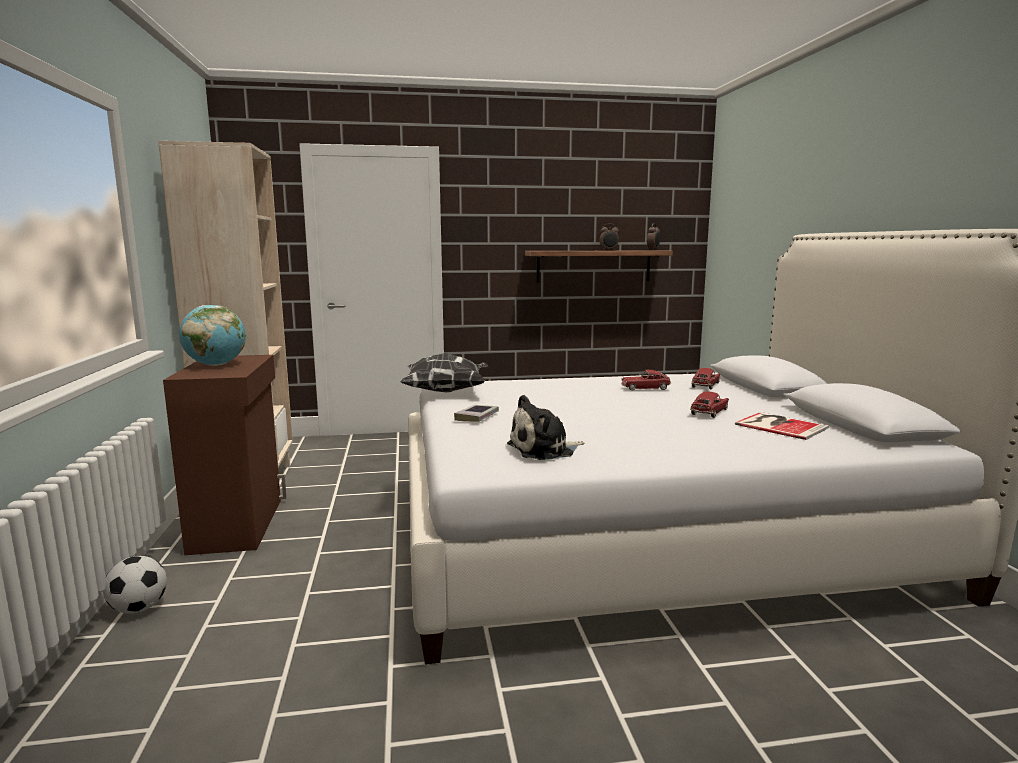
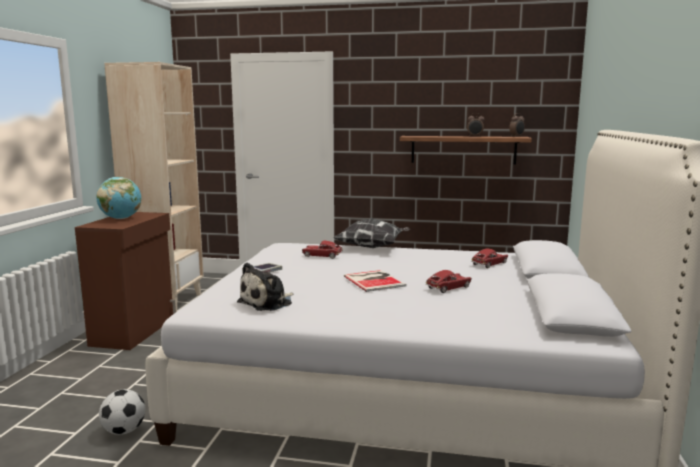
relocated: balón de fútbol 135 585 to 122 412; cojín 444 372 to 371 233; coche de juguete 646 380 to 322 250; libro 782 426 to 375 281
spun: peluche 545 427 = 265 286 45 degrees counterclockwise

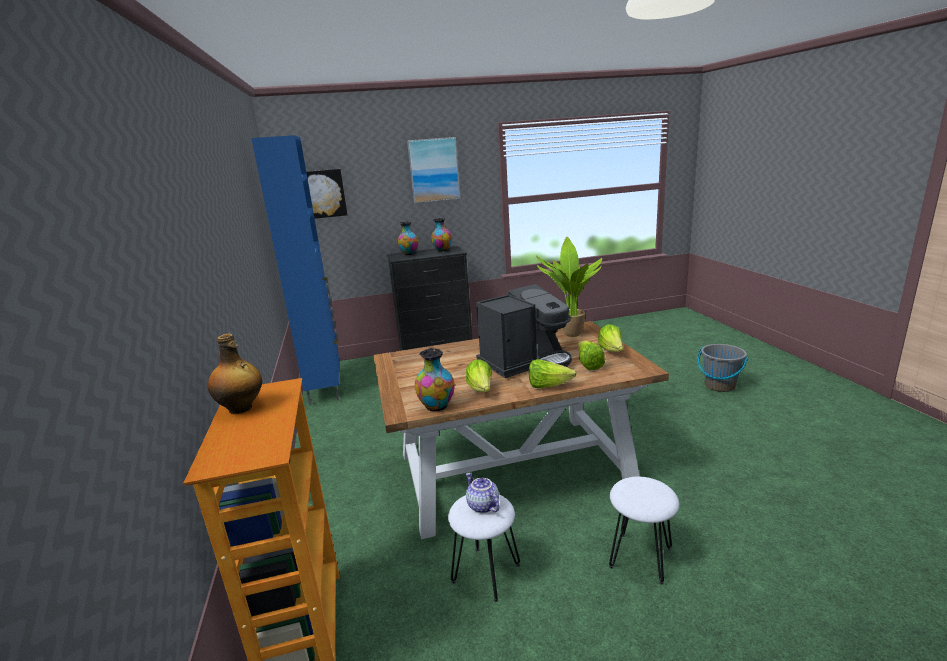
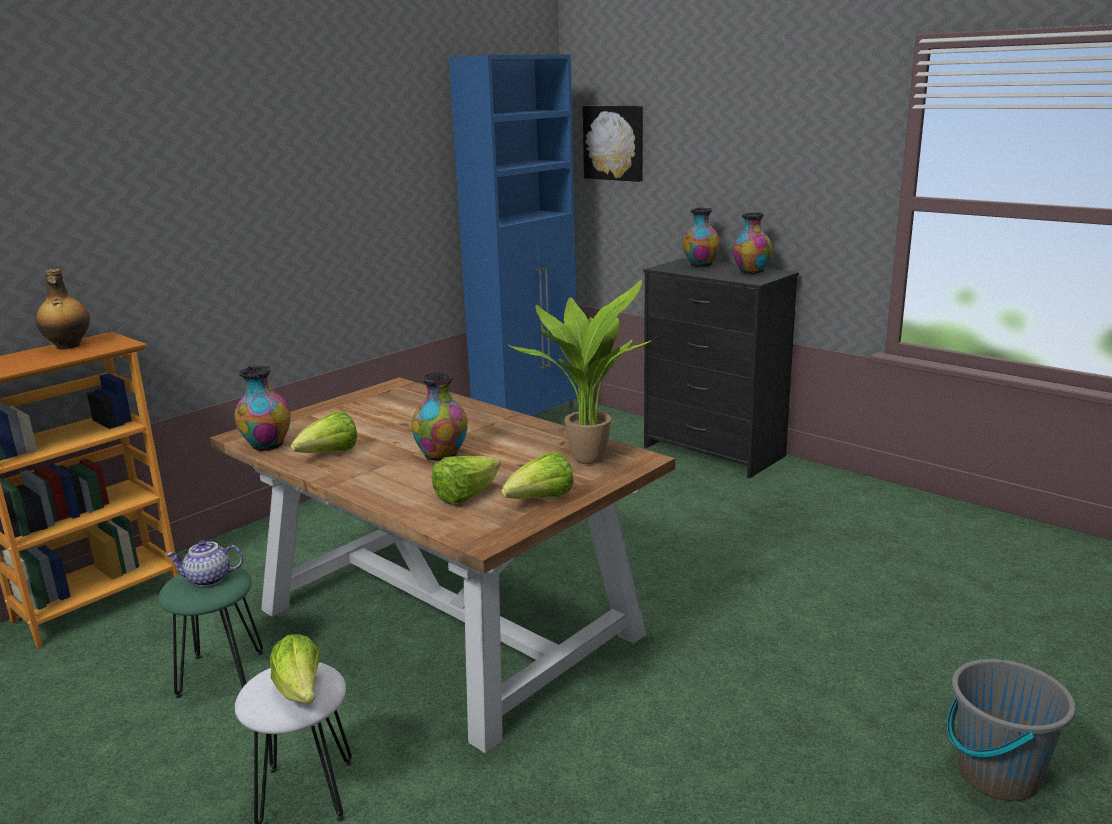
missing: cuadro 434 170
relocated: lechuga 553 374 to 295 668
exchanged: cafetera 524 331 to florero 439 416
colour: taburete [blanco] 484 548 to taburete [verde] 211 631
spun: tetera 483 493 = 204 563 120 degrees counterclockwise

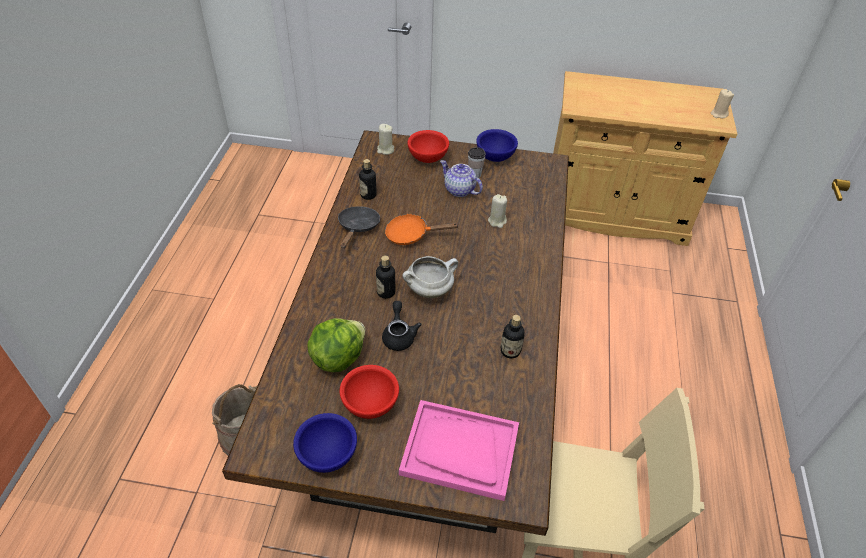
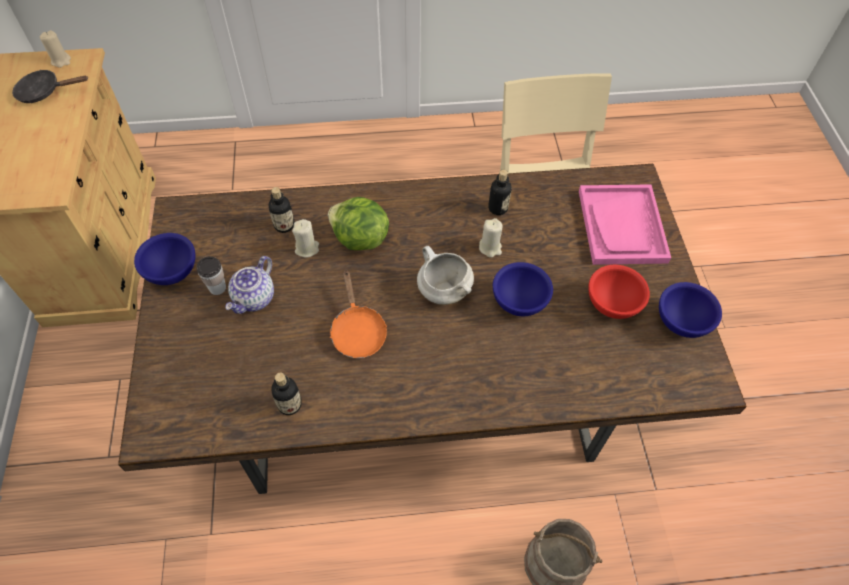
missing: cuenco [rojo] 428 146
relocated: lechuga 336 345 to 358 223; sartén [negro] 359 227 to 50 86; botella 385 277 to 282 210; vela [beis] 385 139 to 491 238
exchanged: tetera [negro] 402 326 to cuenco [azul] 523 289

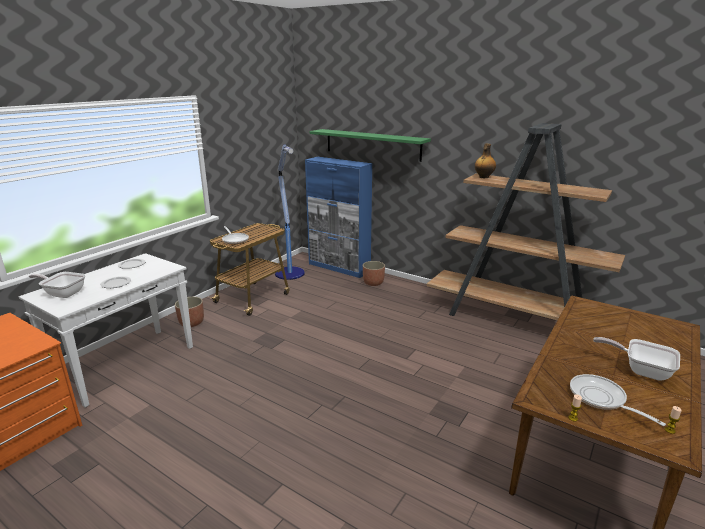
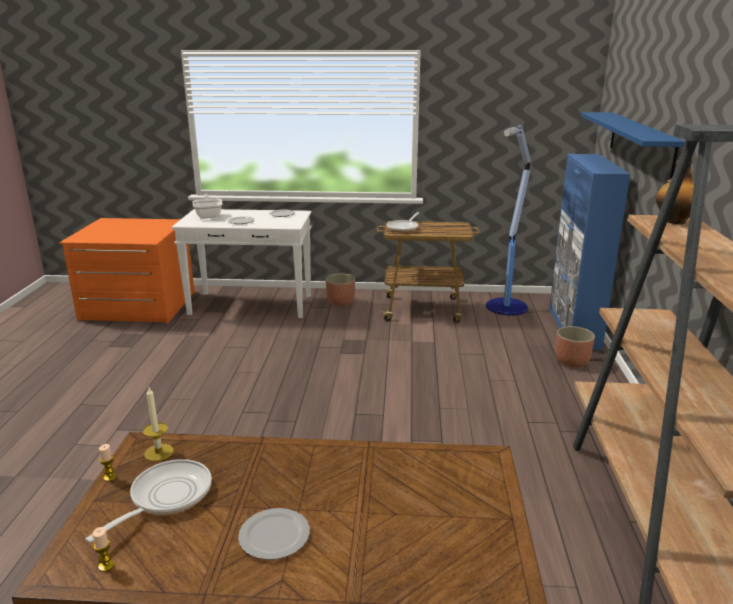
appeared: vela 158 425
exchanged: sartén 636 359 to plato 274 534
colour: estante [verde] 370 145 to estante [azul] 633 145

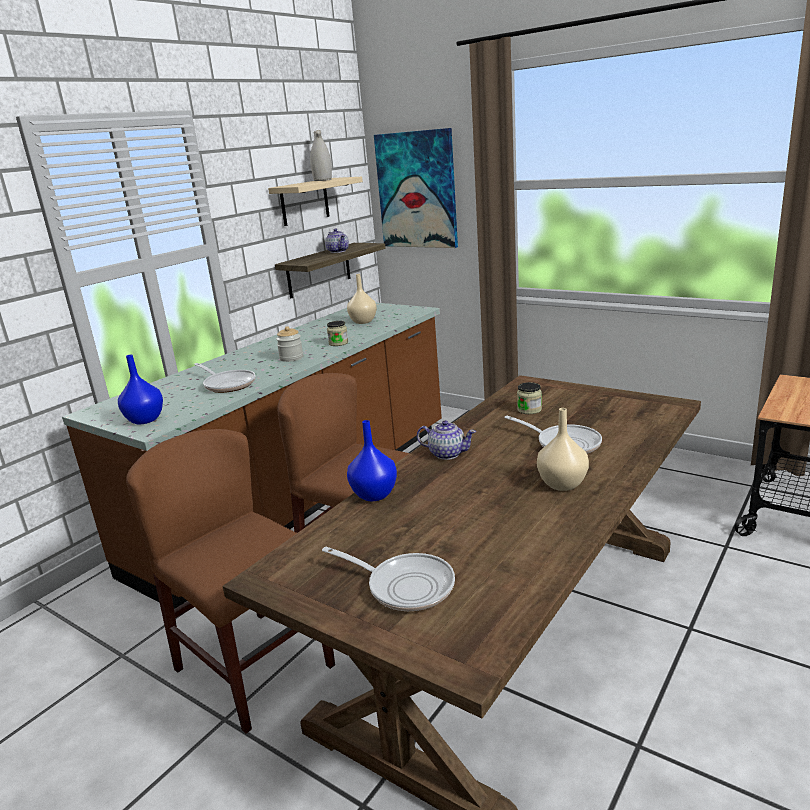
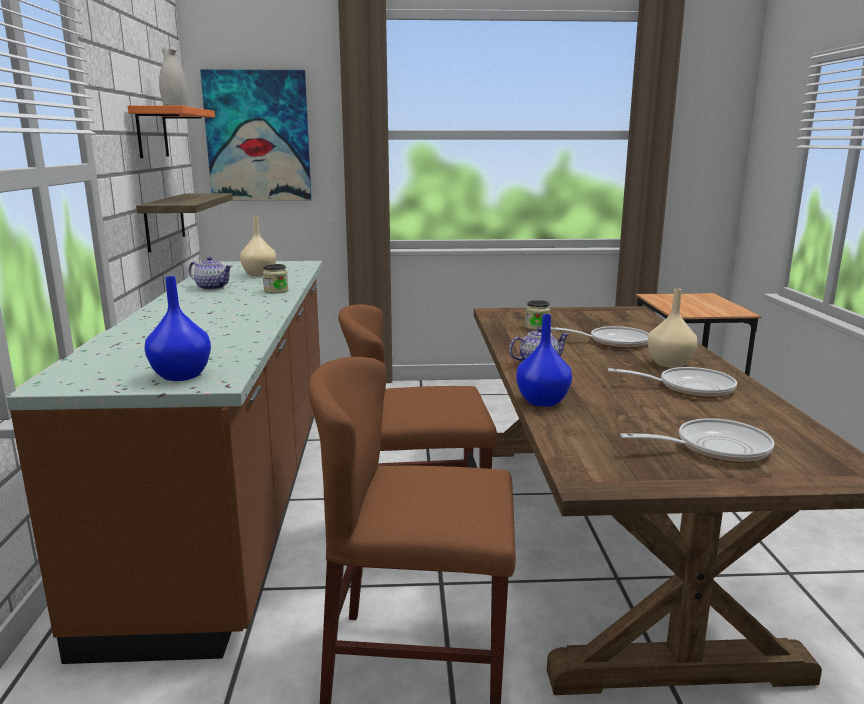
missing: tarro 289 344
relocated: sartén 225 378 to 672 382; tetera 337 240 to 210 273
colour: estante [beis] 315 201 to estante [naranja] 171 131

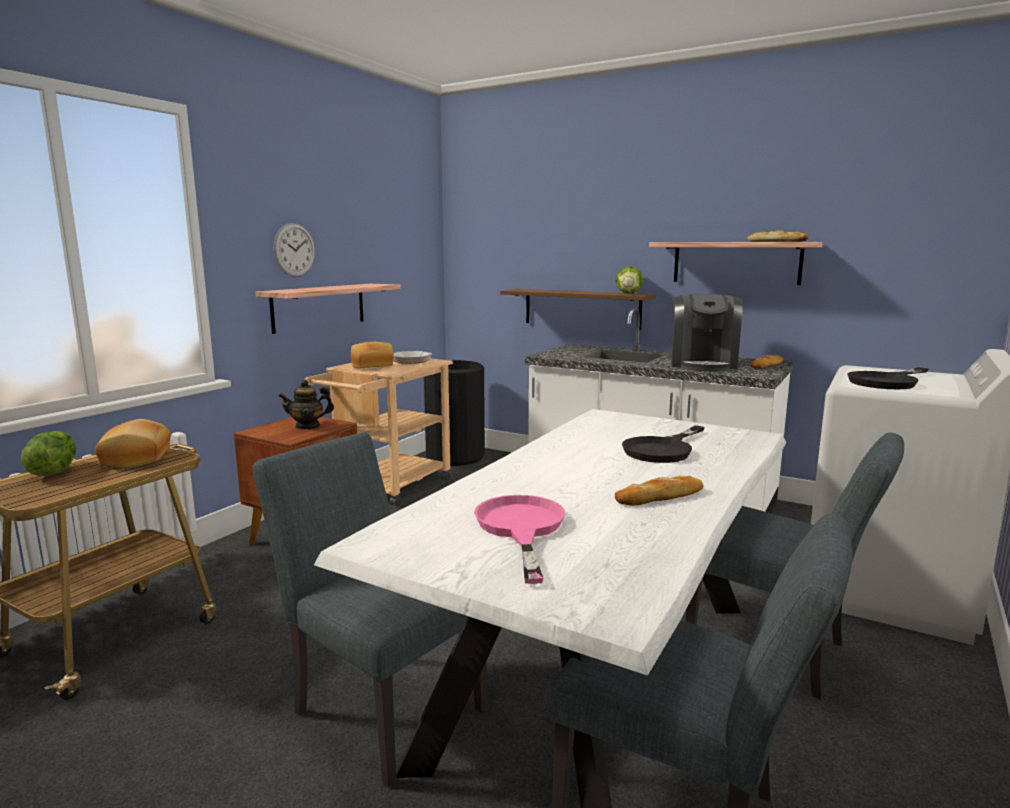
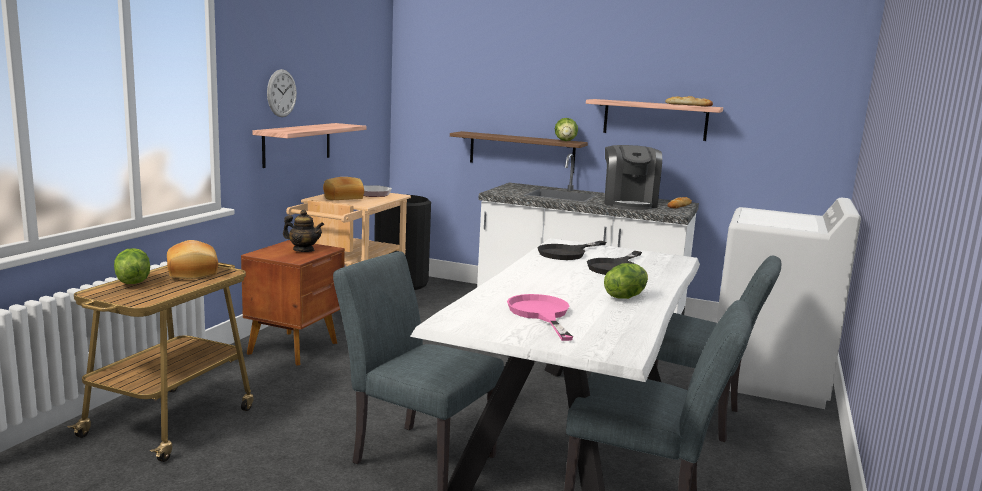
relocated: sartén [negro] 888 378 to 572 250
exchanged: pan 659 491 to lechuga 626 281
spun: tetera 306 405 = 303 231 135 degrees counterclockwise

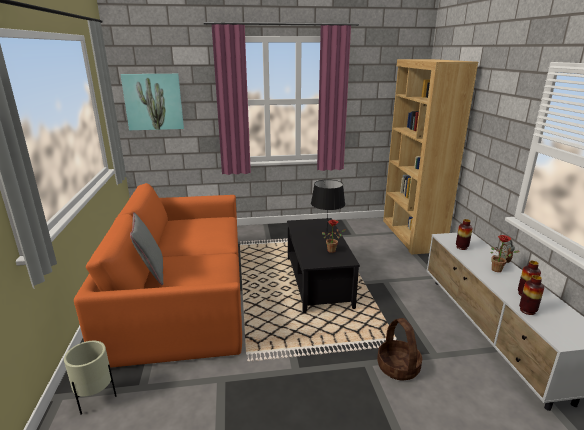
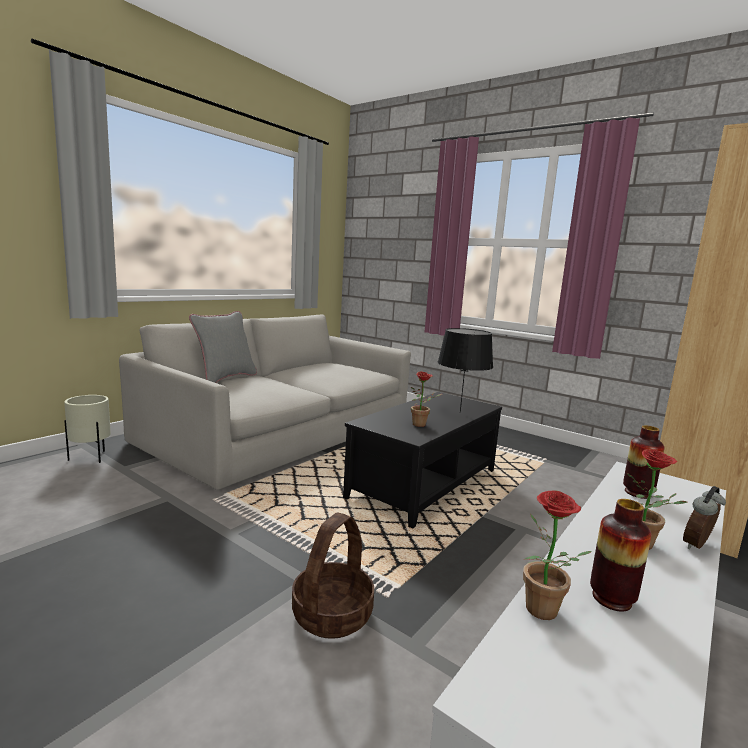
missing: cuadro 152 102
exchanged: florero 531 295 to planta en maceta 557 555
colour: sofá [naranja] 158 275 to sofá [gris] 265 402

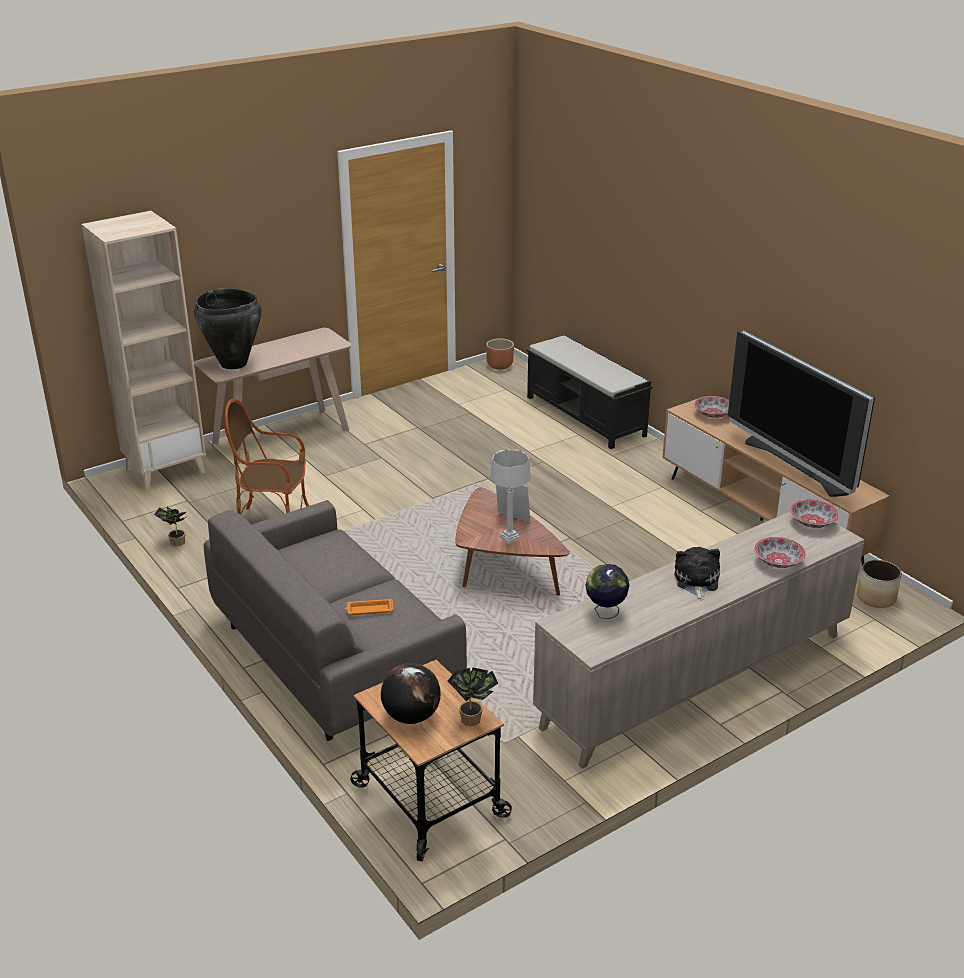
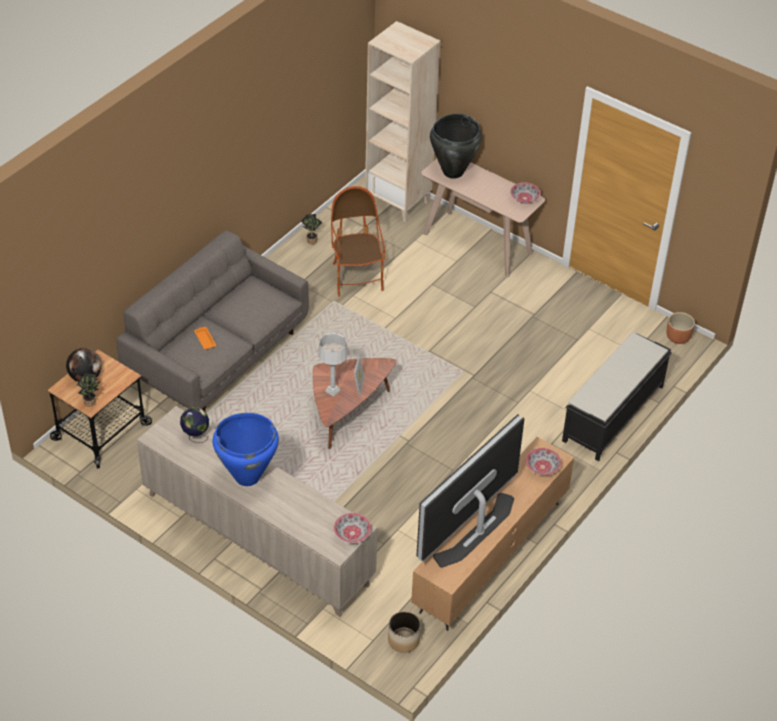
relocated: cuenco 780 552 to 525 193
exchanged: peluche 697 574 to florero [azul] 246 449

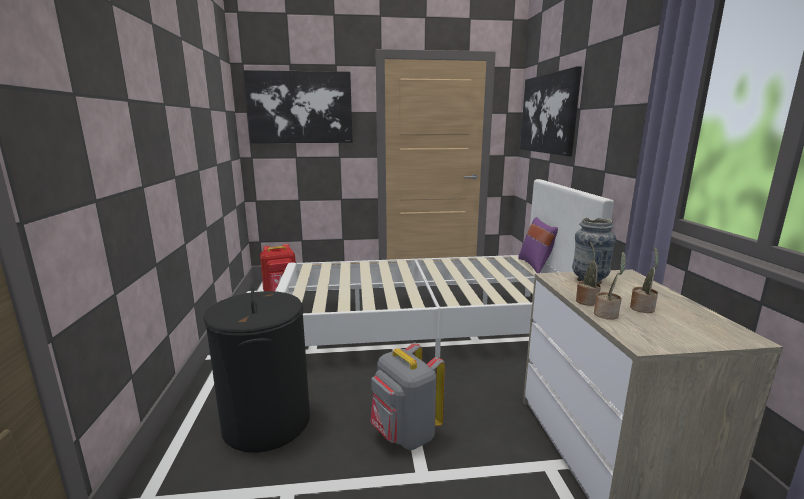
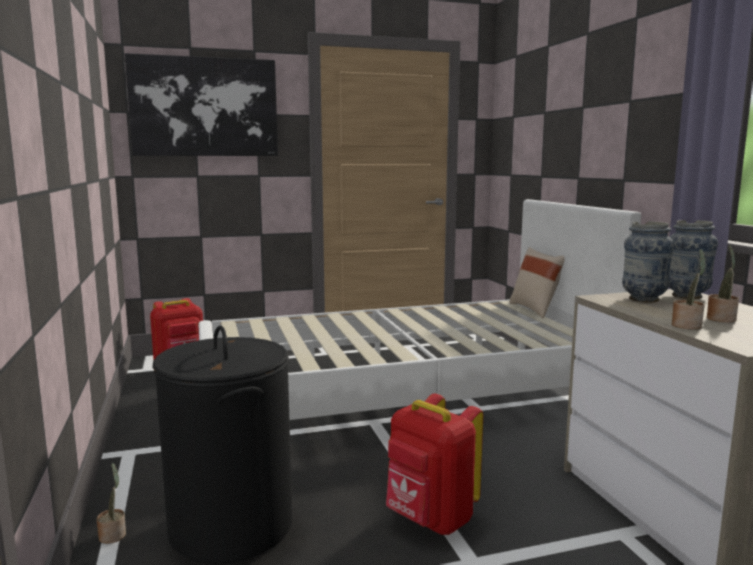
missing: cuadro 551 111
appeared: florero 693 259
relocated: planta en maceta 588 274 to 111 503
colour: mochila [gris] 407 396 to mochila [rojo] 434 464; cojín [morado] 538 245 to cojín [beis] 537 282

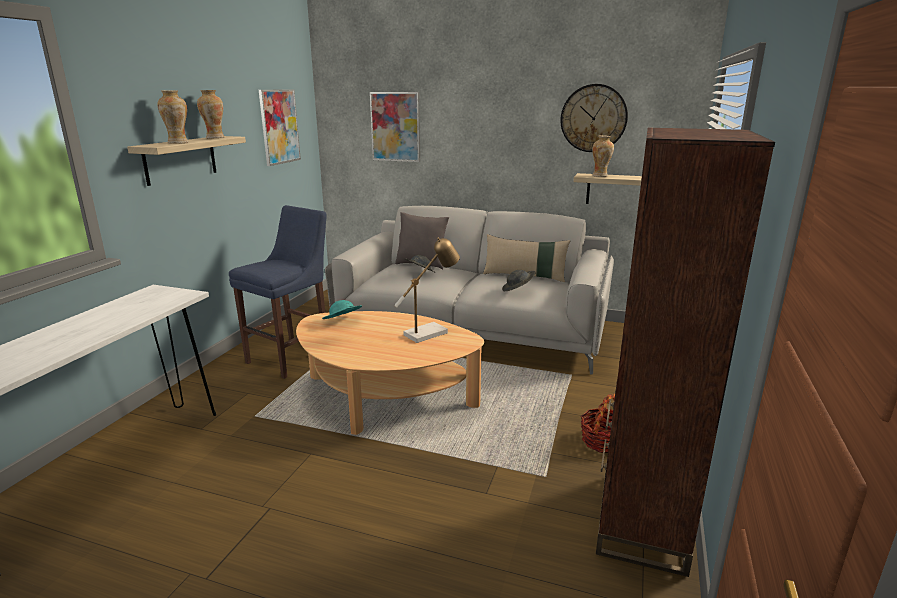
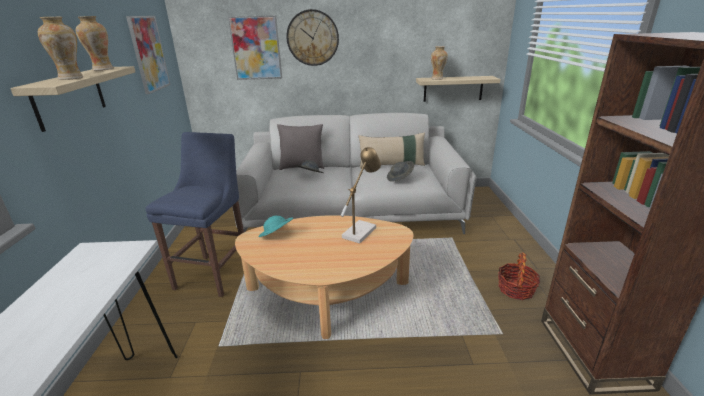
relocated: reloj de pared 594 118 to 312 37

